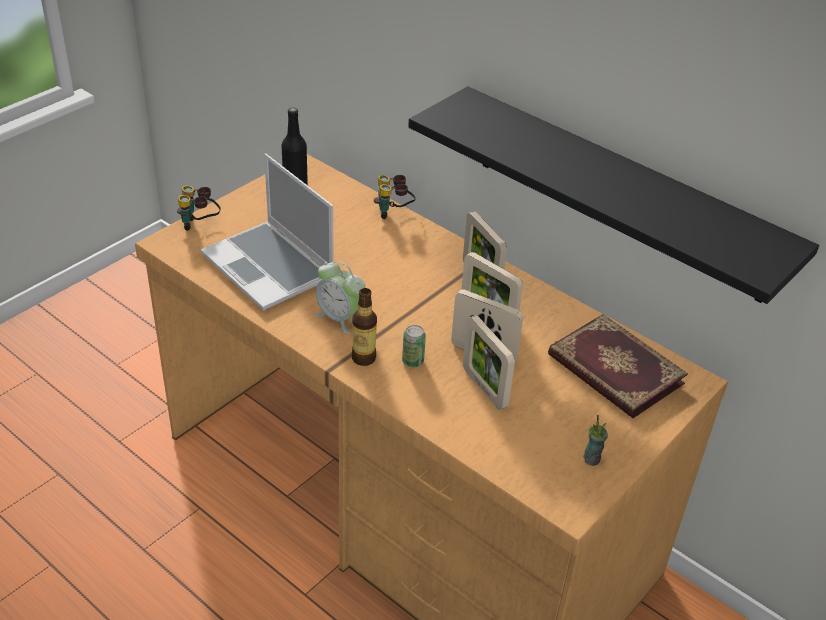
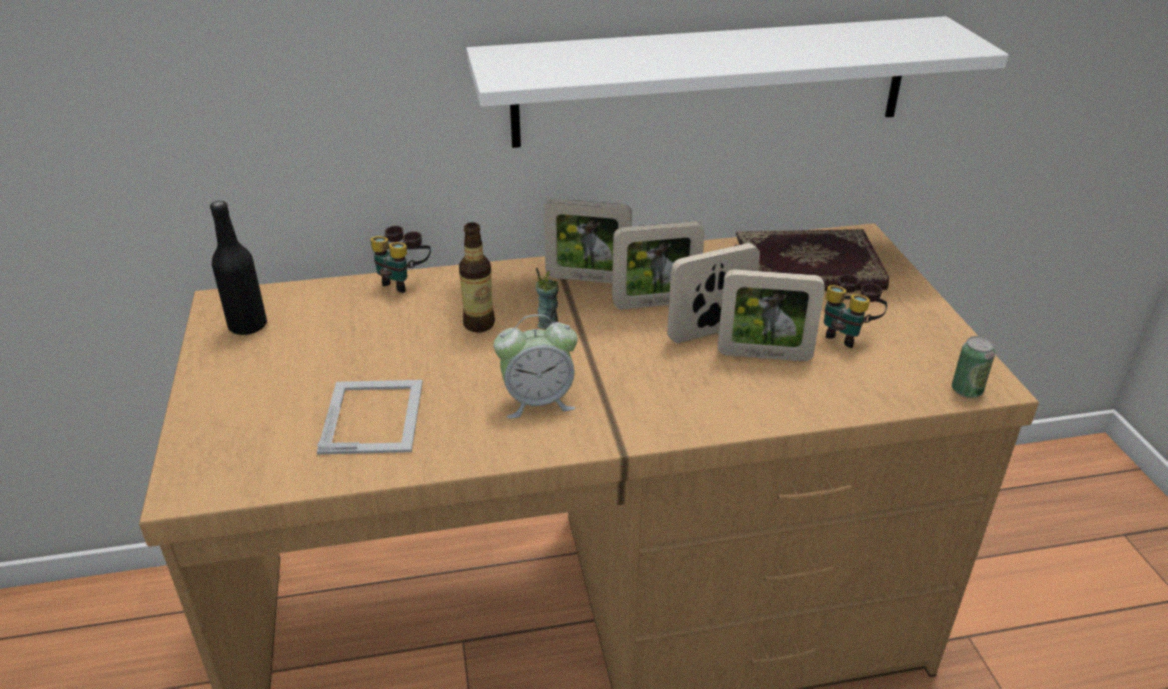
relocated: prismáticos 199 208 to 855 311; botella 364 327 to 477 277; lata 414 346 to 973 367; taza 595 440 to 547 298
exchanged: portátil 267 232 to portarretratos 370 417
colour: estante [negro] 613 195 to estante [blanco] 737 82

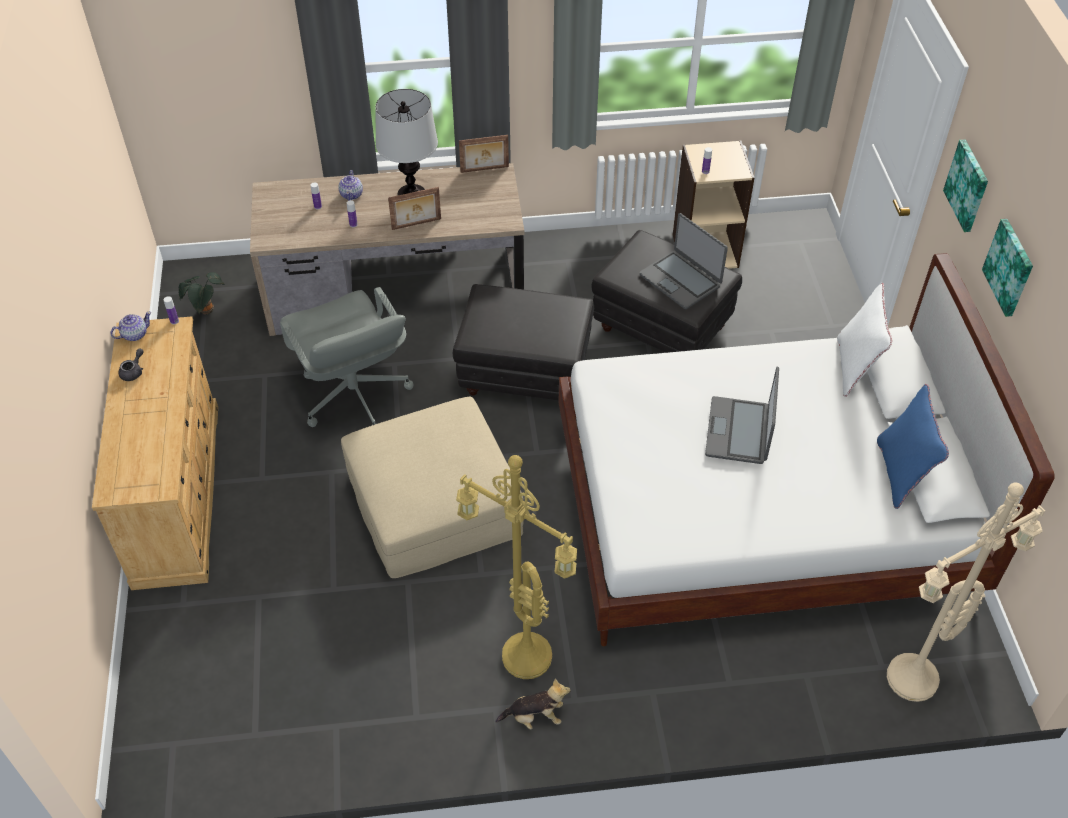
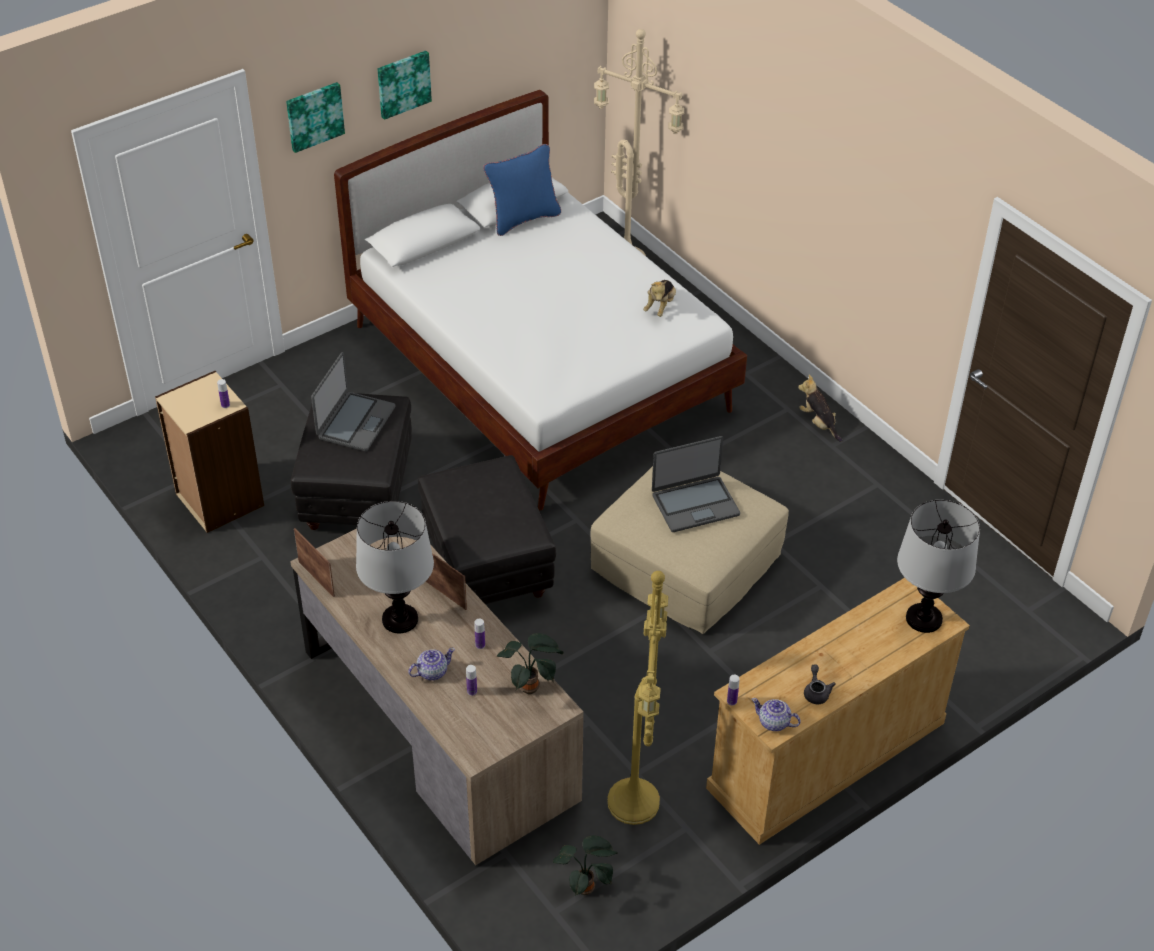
missing: silla de oficina [gris] 347 357; cojín [blanco] 864 340
appeared: planta en maceta 530 663; peluche 659 298; lámpara de mesa 938 566
relocated: lámpara de pie [amarillo] 516 567 to 637 698; portátil 742 415 to 696 484
spun: tetera [gris] 130 364 = 820 684 90 degrees clockwise

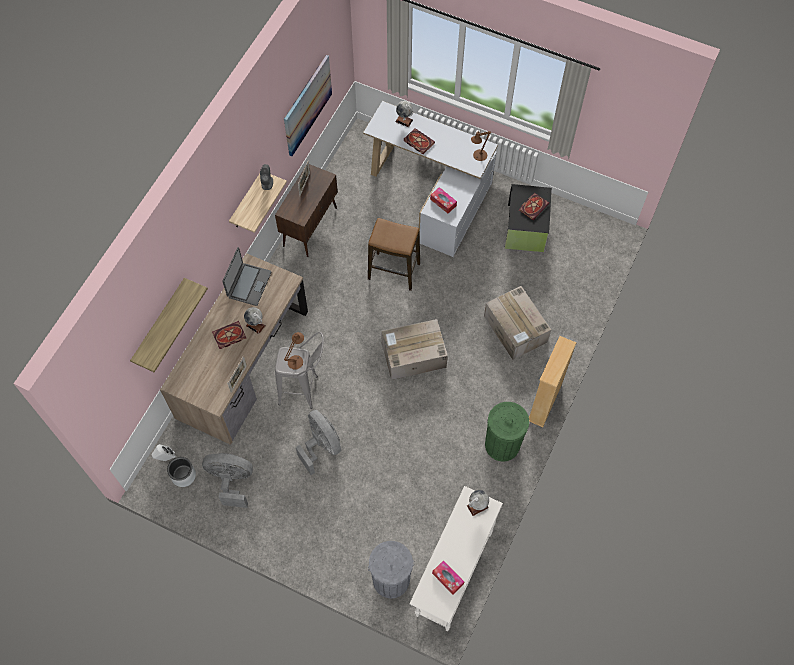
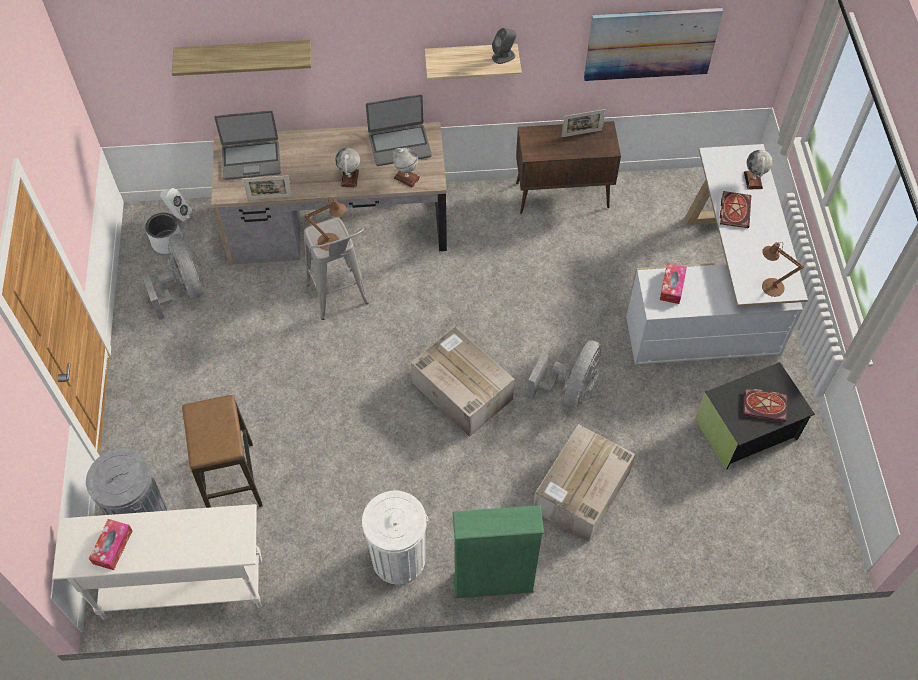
missing: libro 229 335
appeared: portátil 247 145
relocated: ventilador [gris] 318 442 to 564 374; taburete 394 254 to 222 451; globo terráqueo 478 503 to 406 167
colour: papelera [verde] 507 432 to papelera [blanco] 395 538; estantería [beis] 552 381 to estantería [verde] 498 551

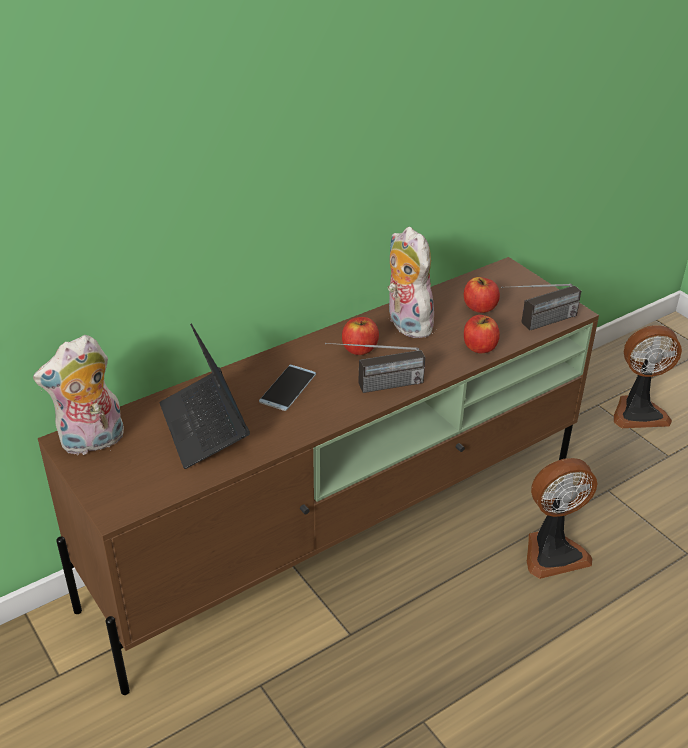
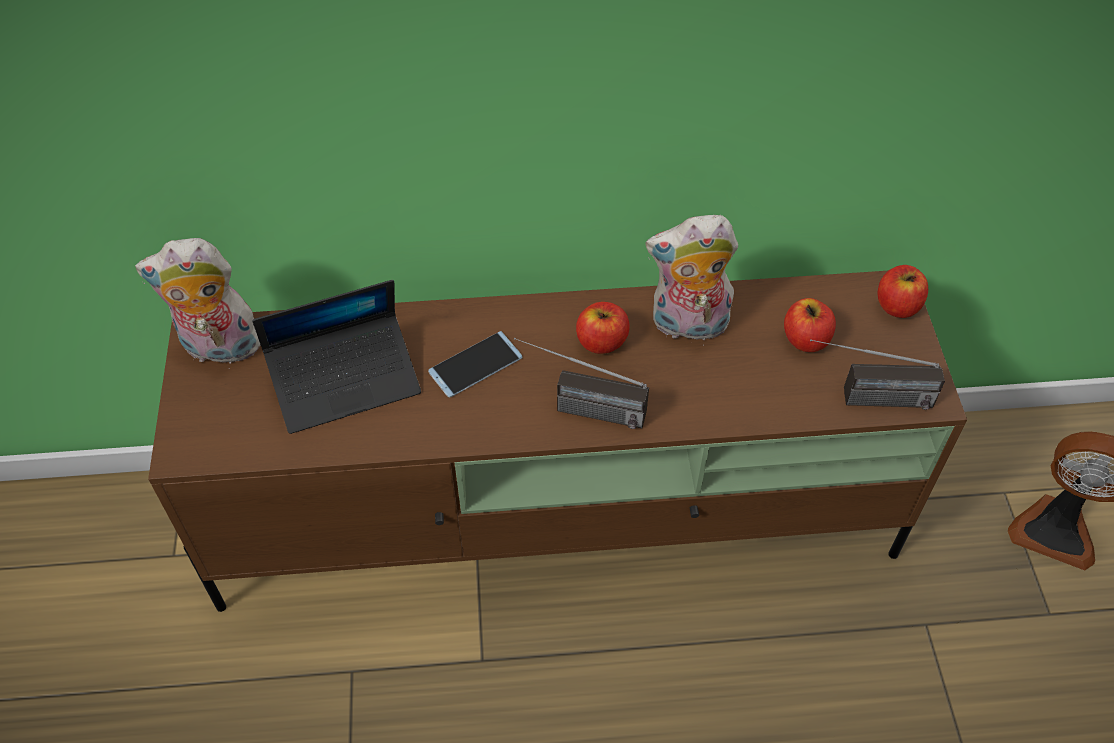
missing: ventilador 562 518
relocated: manzana 482 334 to 903 291
spun: portátil 205 396 = 336 357 120 degrees counterclockwise; peluche 413 282 = 691 279 90 degrees counterclockwise

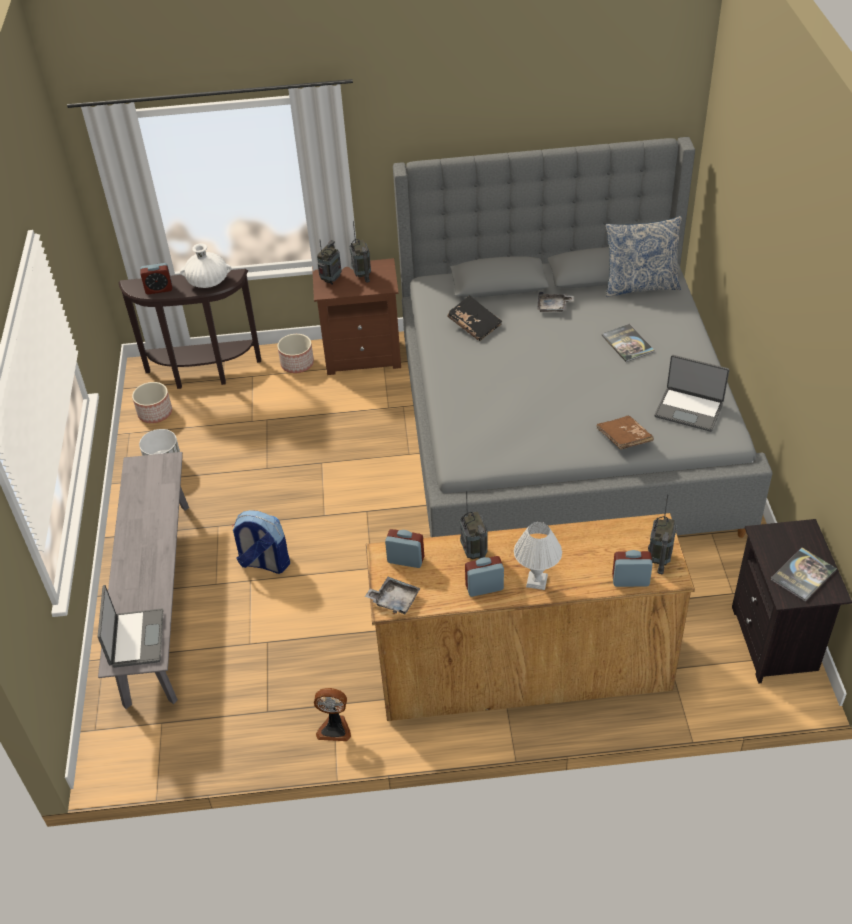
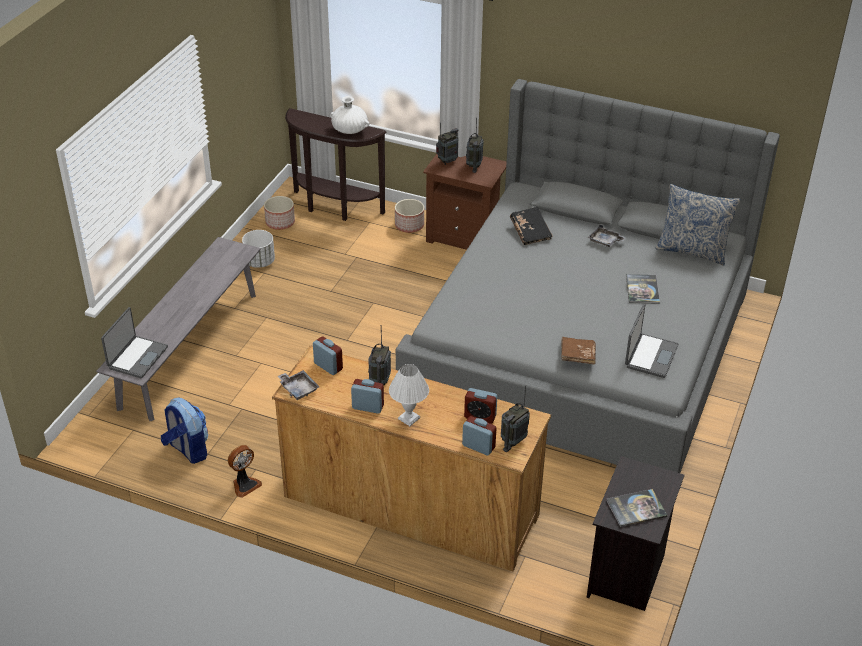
relocated: despertador 156 278 to 480 406; mochila 261 542 to 184 430
spun: ventilador 332 714 = 245 471 75 degrees counterclockwise; portátil 691 393 = 652 340 120 degrees counterclockwise

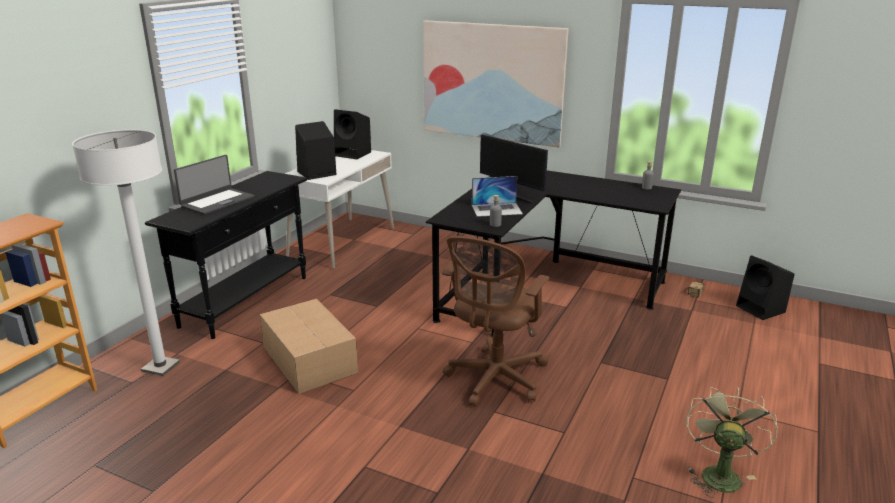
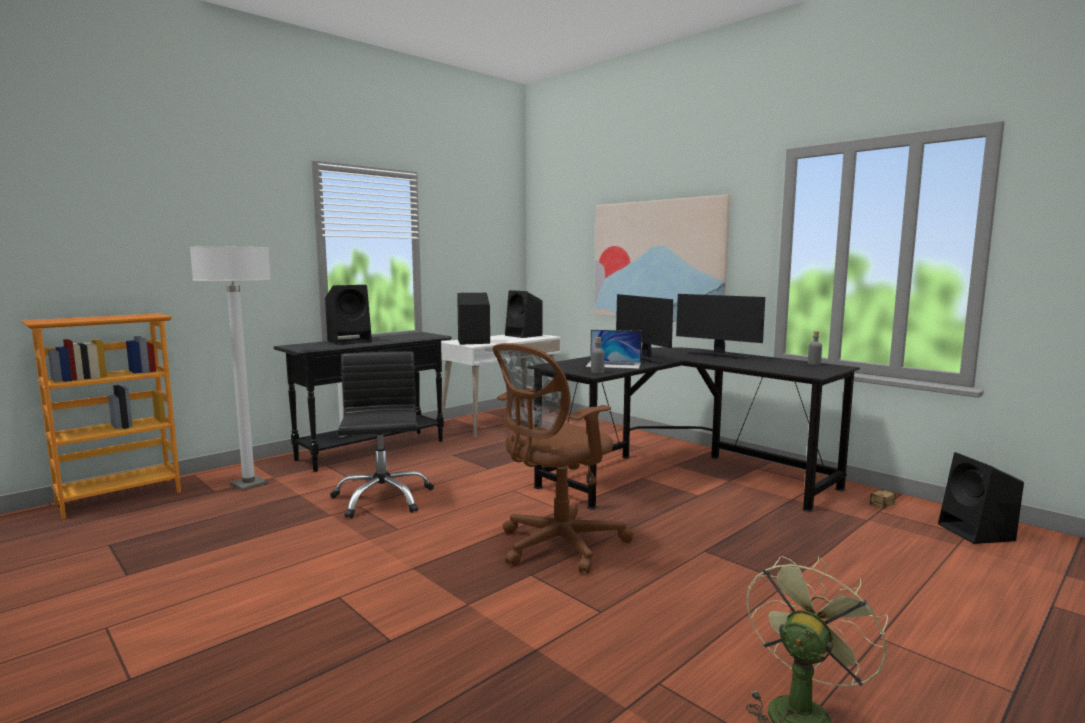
appeared: monitor 720 326
exchanged: portátil 214 185 to altavoz [negro] 348 315; caja de cartón 309 346 to silla de oficina [negro] 382 434

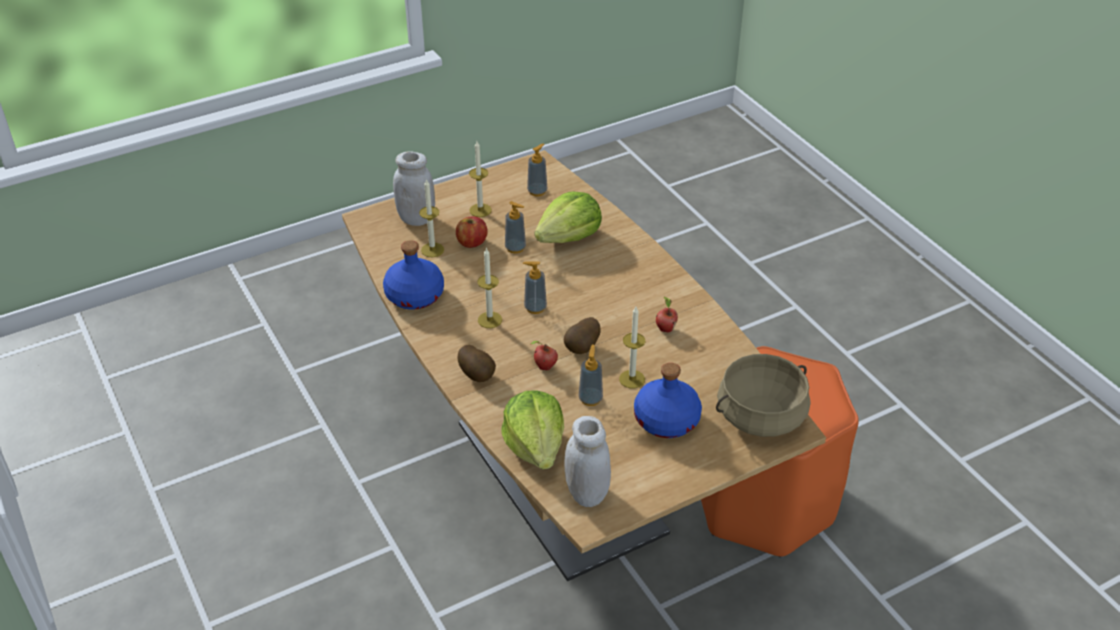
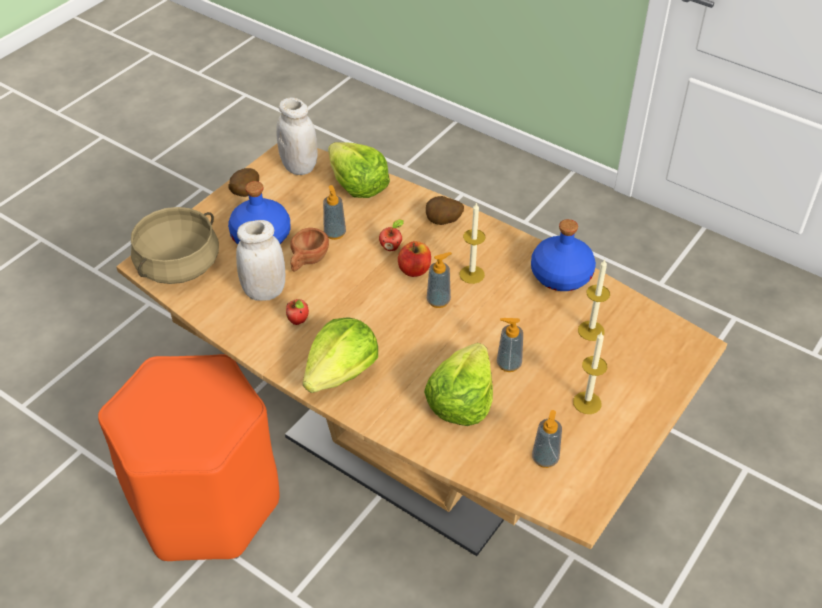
appeared: lechuga 340 355
relocated: tarro [blanco] 414 189 to 260 260; manzana 472 232 to 414 259; patata 582 335 to 243 182
exchanged: vela 632 347 to taza [marrón] 309 249

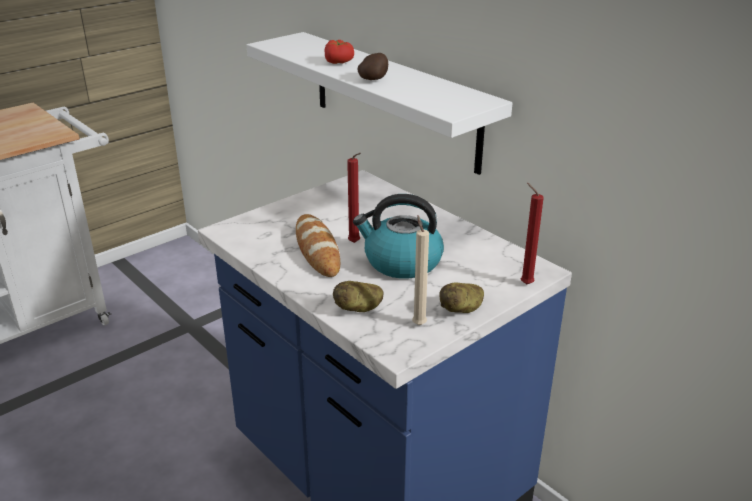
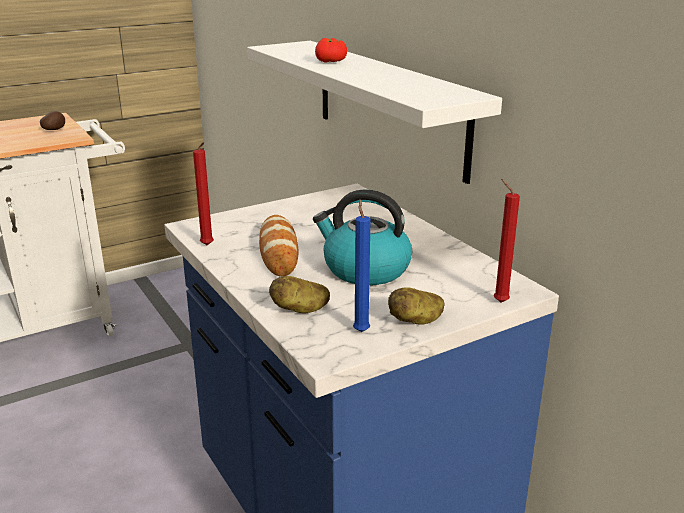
relocated: vela [rojo] 354 198 to 203 193; patata 373 66 to 52 120
colour: vela [beis] 420 270 to vela [azul] 362 265

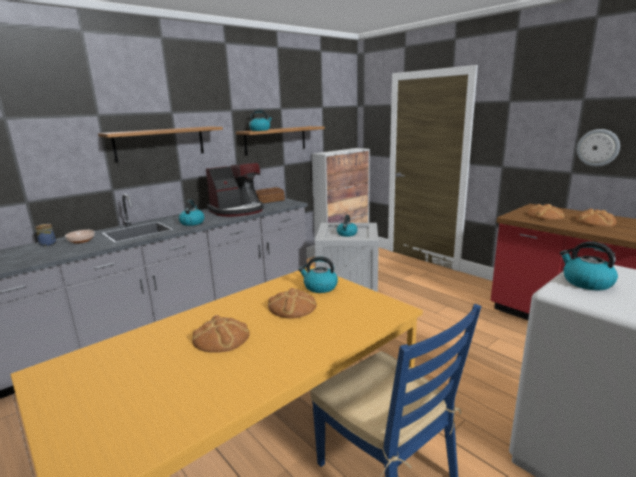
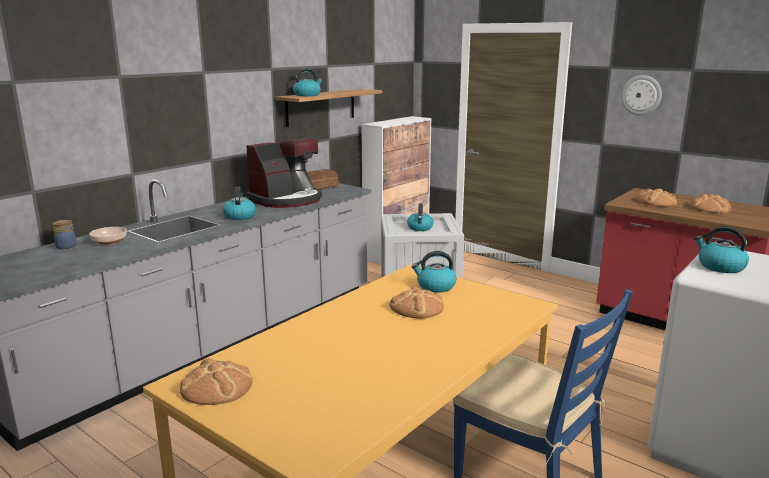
missing: estante 160 144
relocated: pan 221 334 to 216 381; reloj de pared 598 148 to 641 95

